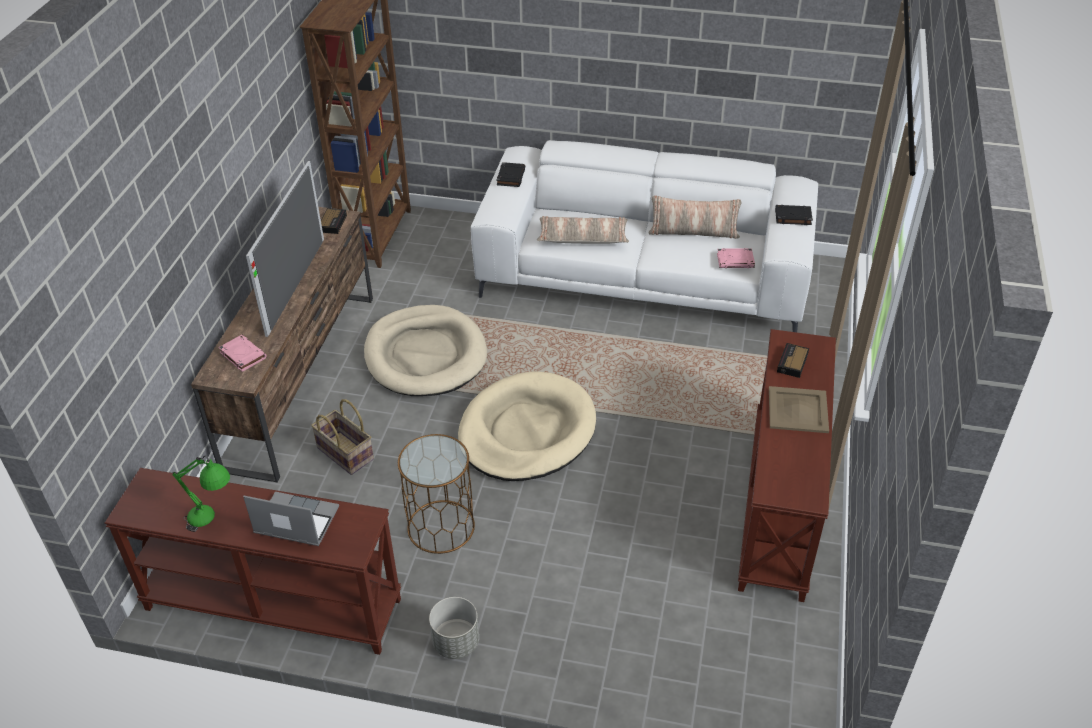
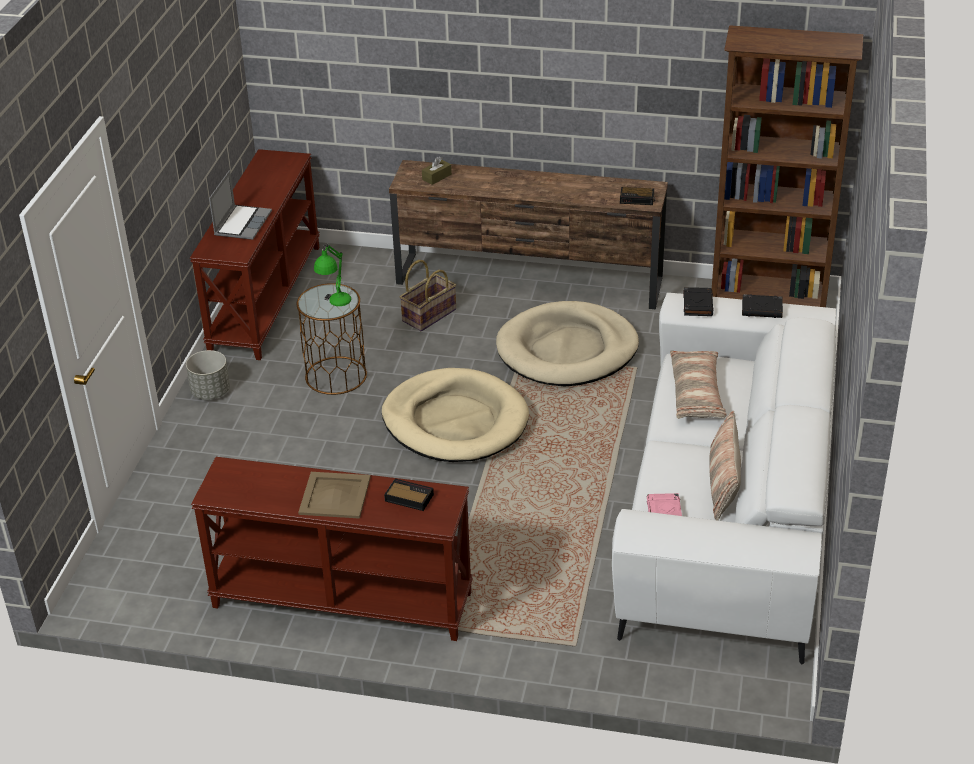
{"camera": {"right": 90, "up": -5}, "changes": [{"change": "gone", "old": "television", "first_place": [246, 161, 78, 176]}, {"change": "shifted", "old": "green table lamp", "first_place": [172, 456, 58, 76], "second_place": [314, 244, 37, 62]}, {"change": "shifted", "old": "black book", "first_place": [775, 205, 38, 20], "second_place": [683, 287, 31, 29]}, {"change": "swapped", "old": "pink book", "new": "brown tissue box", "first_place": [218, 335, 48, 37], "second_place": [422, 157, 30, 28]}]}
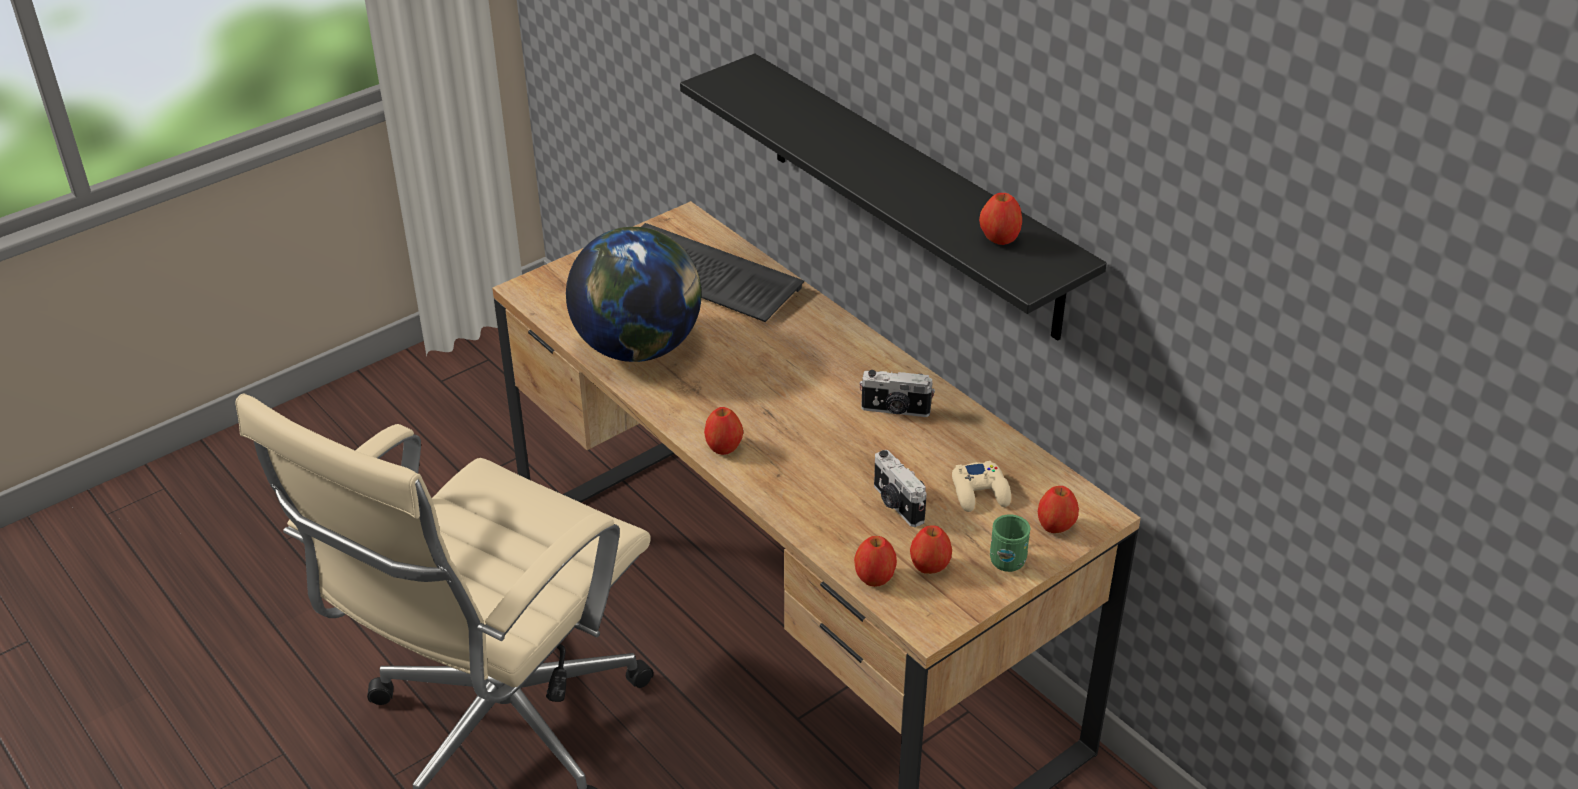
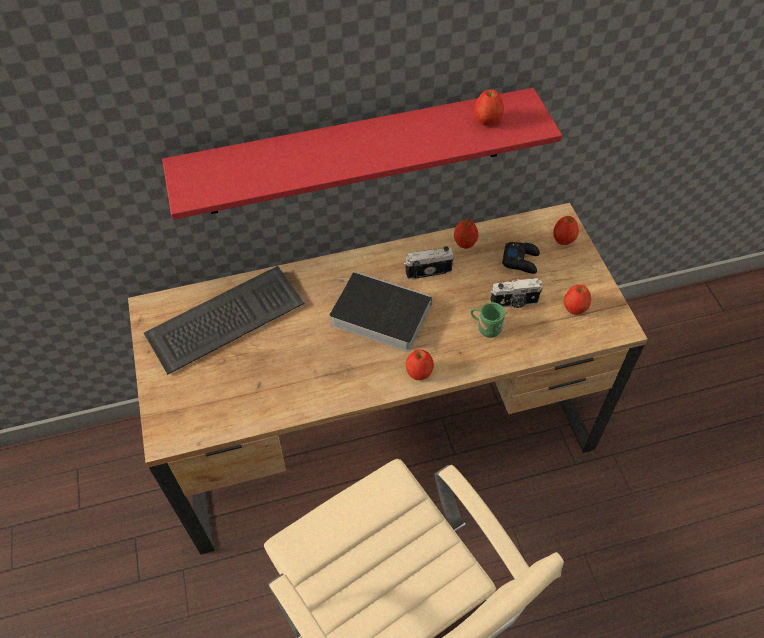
{"camera": {"right": -65, "up": 15}, "changes": [{"change": "gone", "old": "globe", "first_place": [566, 227, 135, 135]}, {"change": "new", "new": "book", "second_place": [330, 271, 102, 81]}, {"change": "shifted", "old": "apple", "first_place": [854, 536, 43, 51], "second_place": [454, 219, 24, 30]}, {"change": "shifted", "old": "green mug", "first_place": [990, 514, 41, 58], "second_place": [471, 302, 37, 36]}, {"change": "repainted", "old": "black shelf", "new": "red shelf", "first_place": [680, 53, 427, 288], "second_place": [162, 88, 400, 132]}, {"change": "repainted", "old": "beige game controller", "new": "black game controller", "first_place": [952, 461, 59, 51], "second_place": [502, 242, 38, 32]}, {"change": "rotated", "old": "photo camera", "first_place": [860, 370, 75, 47], "second_place": [404, 246, 50, 33], "degrees": -135}]}
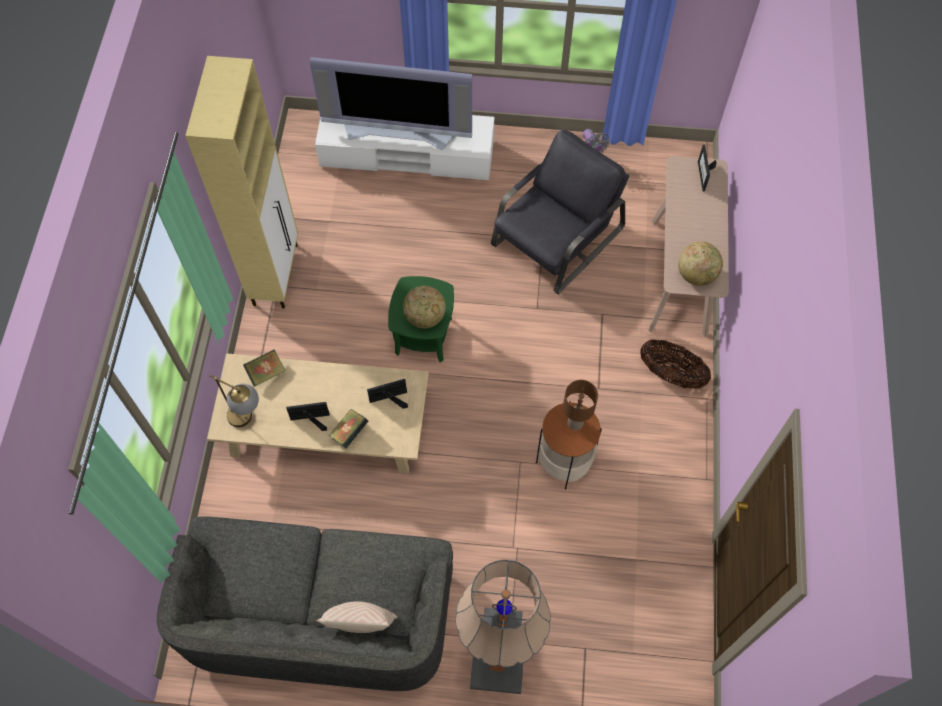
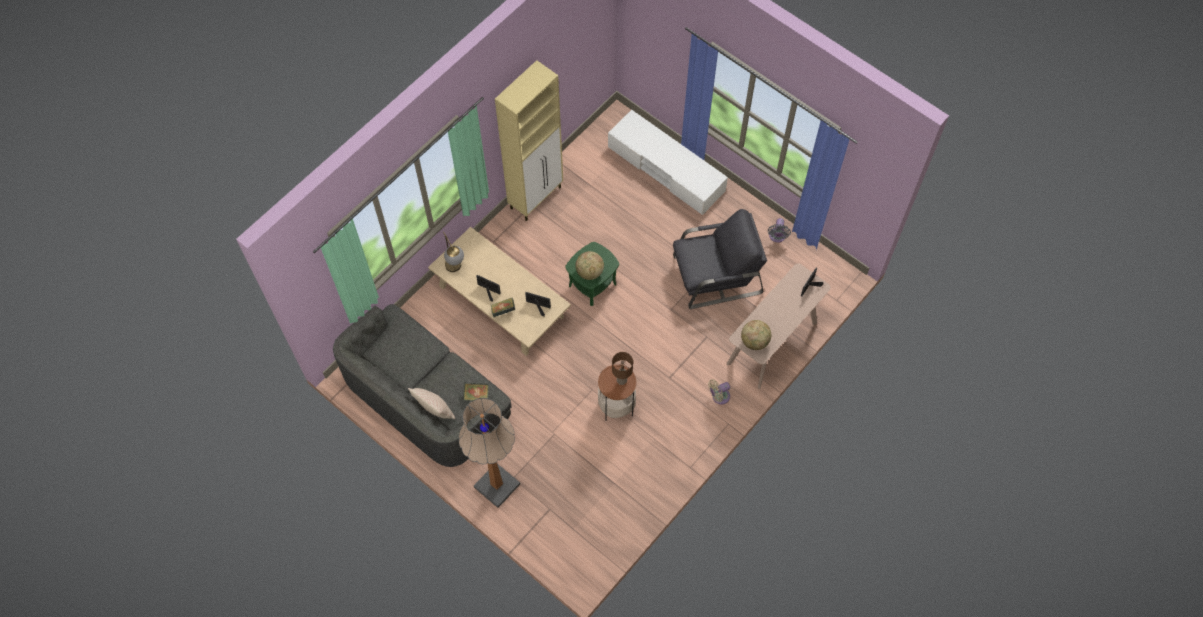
{"camera": {"right": 35, "up": 0}, "changes": [{"change": "gone", "old": "television", "first_place": [310, 57, 162, 93]}, {"change": "shifted", "old": "book", "first_place": [243, 349, 43, 38], "second_place": [463, 383, 26, 18]}, {"change": "swapped", "old": "basket", "new": "beige fan", "first_place": [640, 339, 71, 50], "second_place": [708, 379, 22, 25]}]}
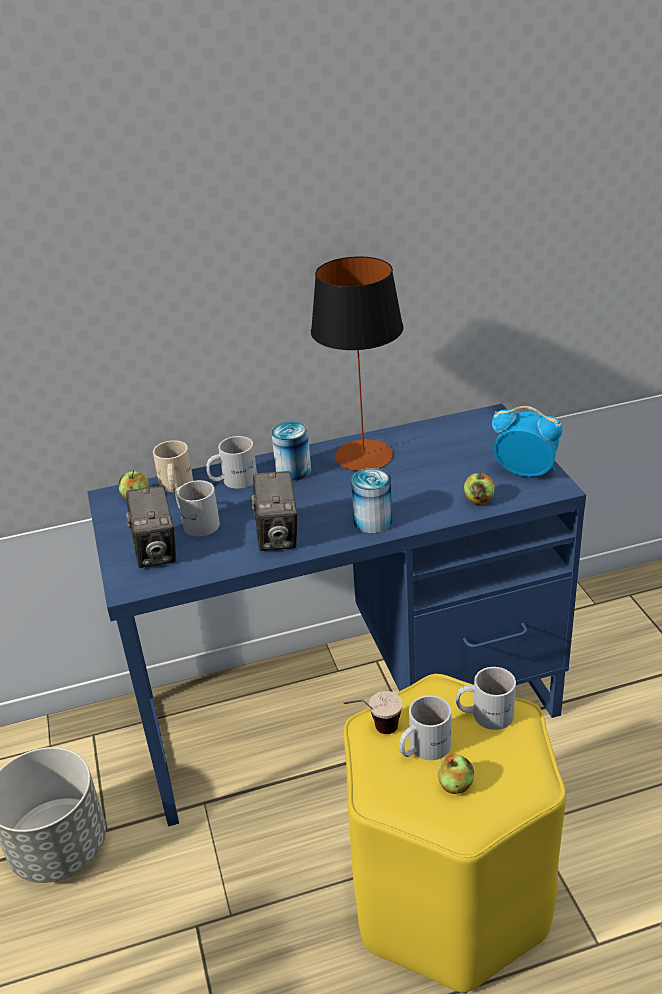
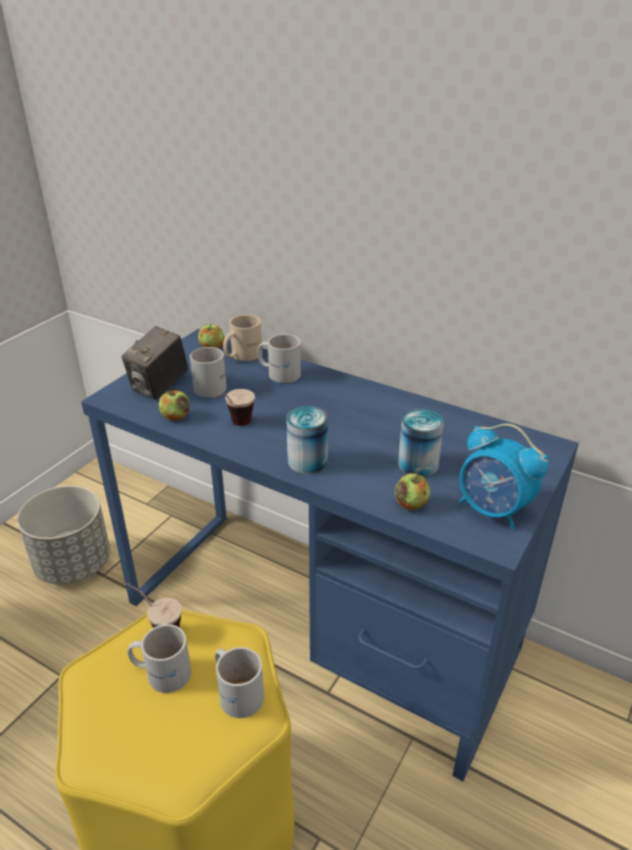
{"camera": {"right": 45, "up": 0}, "changes": [{"change": "gone", "old": "table lamp", "first_place": [311, 257, 93, 214]}, {"change": "shifted", "old": "can", "first_place": [271, 421, 40, 60], "second_place": [398, 409, 46, 68]}, {"change": "shifted", "old": "apple", "first_place": [438, 754, 36, 40], "second_place": [159, 388, 31, 33]}, {"change": "swapped", "old": "photo camera", "new": "cup", "first_place": [252, 471, 45, 80], "second_place": [213, 389, 42, 37]}, {"change": "rotated", "old": "alarm clock", "first_place": [492, 406, 70, 71], "second_place": [459, 424, 90, 106], "degrees": 150}]}
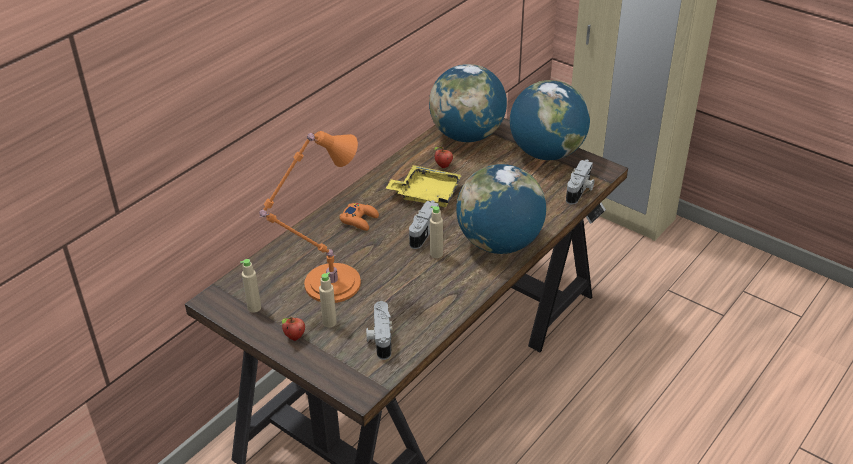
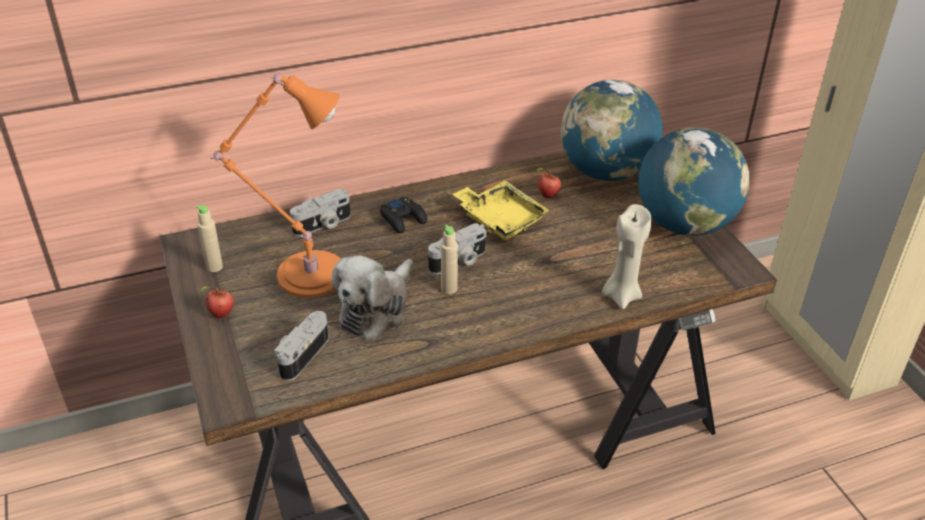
{"camera": {"right": 30, "up": 0}, "changes": [{"change": "gone", "old": "beige bottle", "first_place": [319, 272, 18, 56]}, {"change": "gone", "old": "globe", "first_place": [456, 164, 90, 90]}, {"change": "new", "new": "plush toy", "second_place": [332, 256, 81, 85]}, {"change": "new", "new": "beige candle", "second_place": [602, 204, 50, 105]}, {"change": "shifted", "old": "photo camera", "first_place": [566, 159, 28, 46], "second_place": [290, 189, 61, 47]}, {"change": "repainted", "old": "orange game controller", "new": "black game controller", "first_place": [340, 203, 39, 28], "second_place": [380, 197, 47, 36]}]}
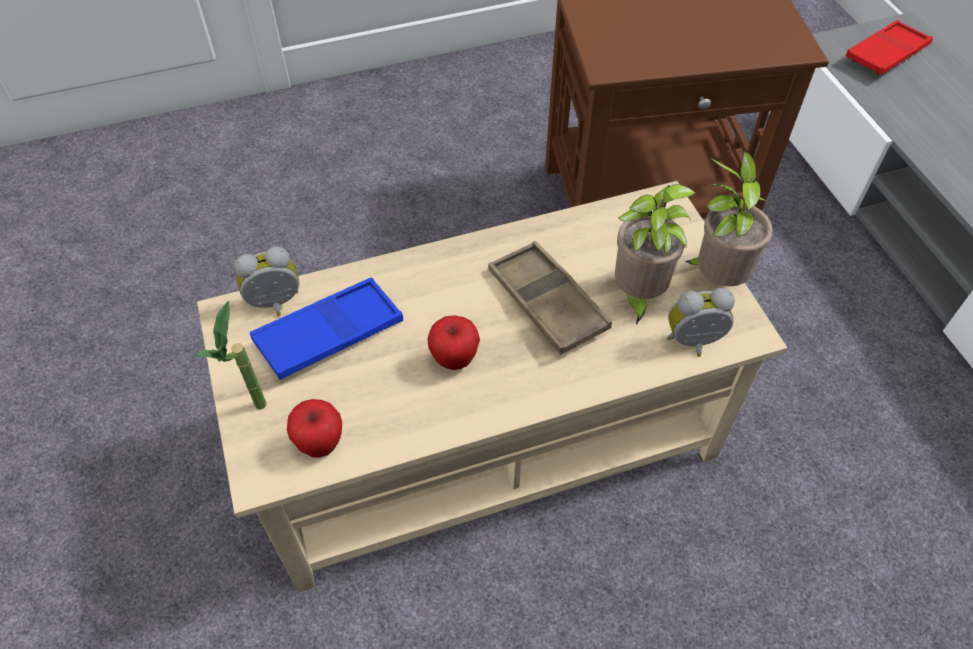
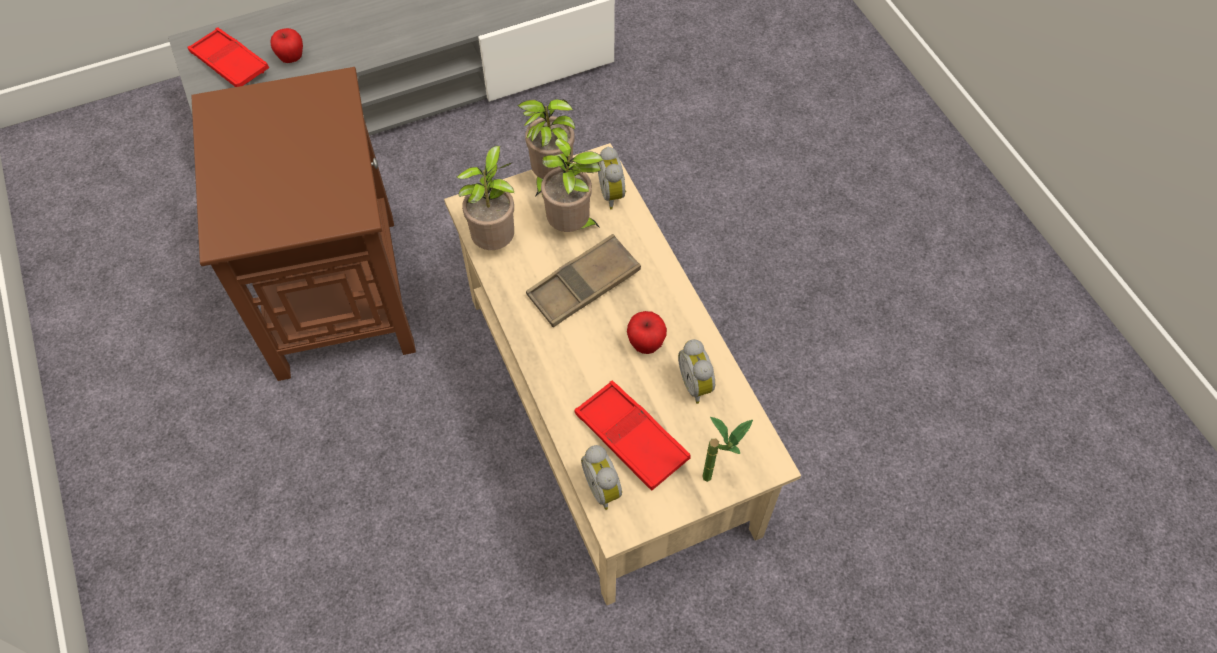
{"camera": {"right": -95, "up": 5}, "changes": [{"change": "new", "new": "potted plant", "second_place": [457, 146, 58, 104]}, {"change": "new", "new": "alarm clock", "second_place": [678, 339, 37, 65]}, {"change": "shifted", "old": "apple", "first_place": [287, 399, 55, 59], "second_place": [270, 28, 33, 35]}, {"change": "repainted", "old": "blue tray", "new": "red tray", "first_place": [250, 278, 153, 102], "second_place": [574, 381, 117, 110]}]}
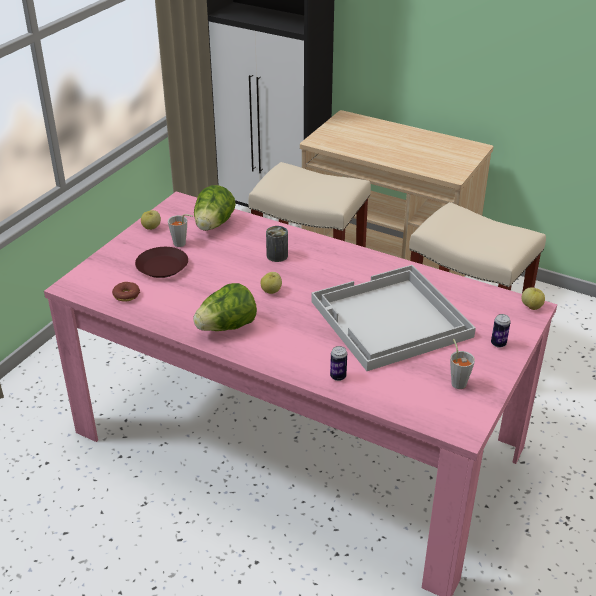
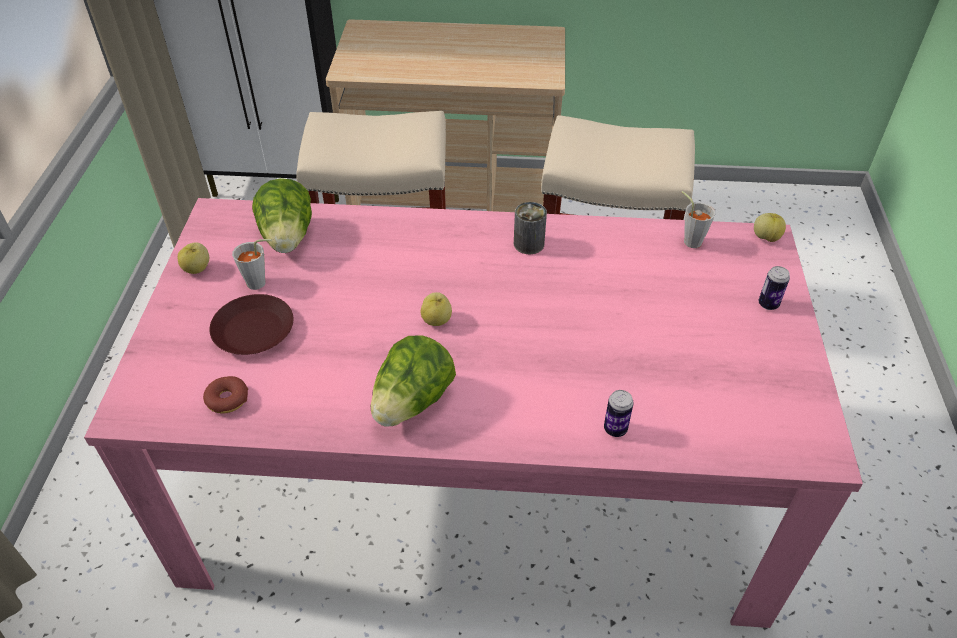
{"camera": {"right": -25, "up": 10}, "changes": [{"change": "gone", "old": "white tray", "first_place": [311, 265, 165, 106]}, {"change": "shifted", "old": "can", "first_place": [266, 226, 22, 36], "second_place": [514, 202, 33, 52]}, {"change": "shifted", "old": "grey cup", "first_place": [450, 339, 25, 50], "second_place": [682, 191, 33, 57]}]}
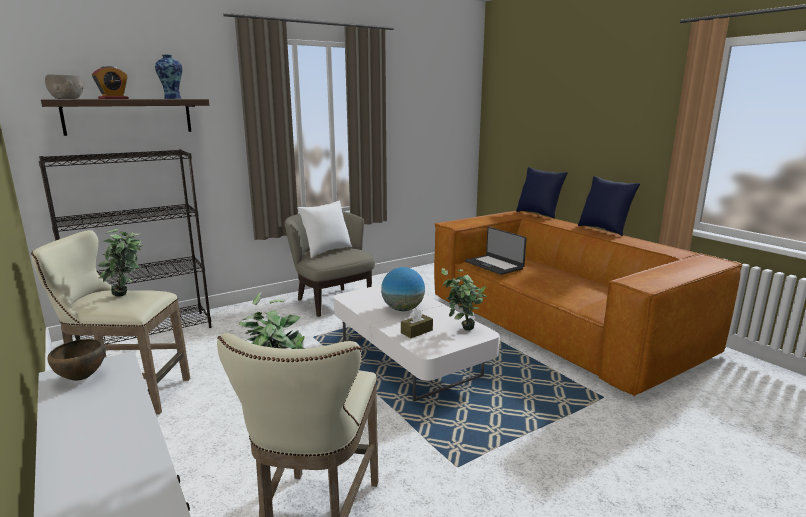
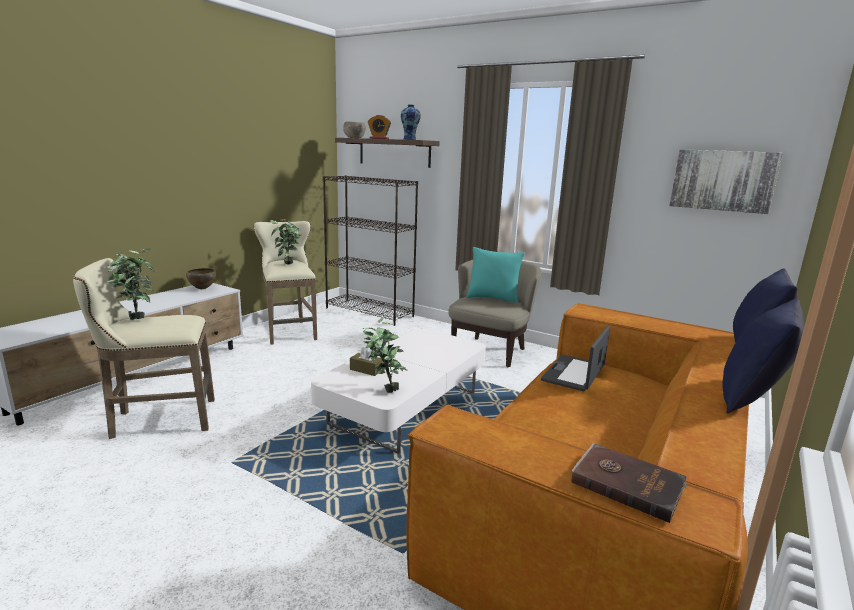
{"camera": {"right": 65, "up": 0}, "changes": [{"change": "gone", "old": "globe", "first_place": [381, 267, 44, 44]}, {"change": "new", "new": "brown book", "second_place": [571, 443, 116, 80]}, {"change": "new", "new": "picture", "second_place": [669, 149, 114, 65]}, {"change": "repainted", "old": "white pillow", "new": "turquoise pillow", "first_place": [297, 201, 55, 57], "second_place": [466, 247, 59, 57]}]}
